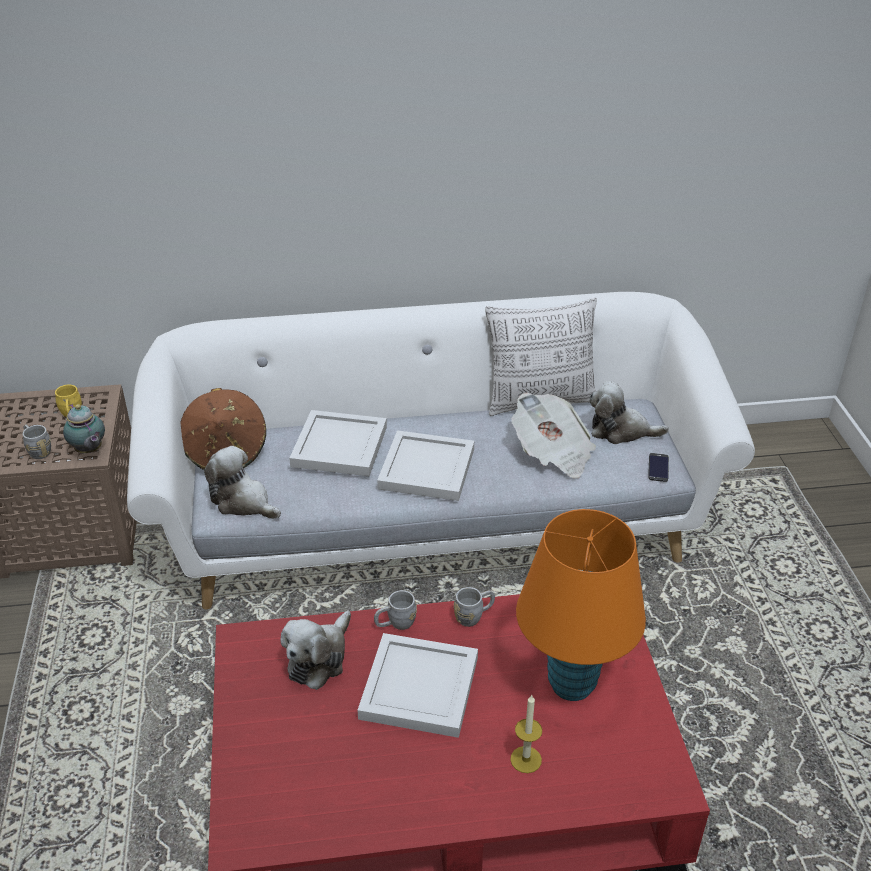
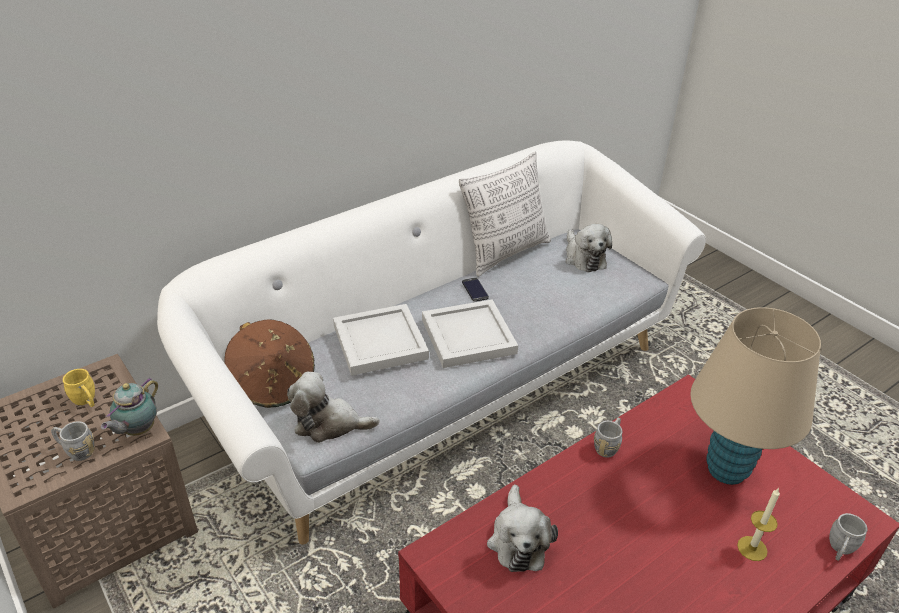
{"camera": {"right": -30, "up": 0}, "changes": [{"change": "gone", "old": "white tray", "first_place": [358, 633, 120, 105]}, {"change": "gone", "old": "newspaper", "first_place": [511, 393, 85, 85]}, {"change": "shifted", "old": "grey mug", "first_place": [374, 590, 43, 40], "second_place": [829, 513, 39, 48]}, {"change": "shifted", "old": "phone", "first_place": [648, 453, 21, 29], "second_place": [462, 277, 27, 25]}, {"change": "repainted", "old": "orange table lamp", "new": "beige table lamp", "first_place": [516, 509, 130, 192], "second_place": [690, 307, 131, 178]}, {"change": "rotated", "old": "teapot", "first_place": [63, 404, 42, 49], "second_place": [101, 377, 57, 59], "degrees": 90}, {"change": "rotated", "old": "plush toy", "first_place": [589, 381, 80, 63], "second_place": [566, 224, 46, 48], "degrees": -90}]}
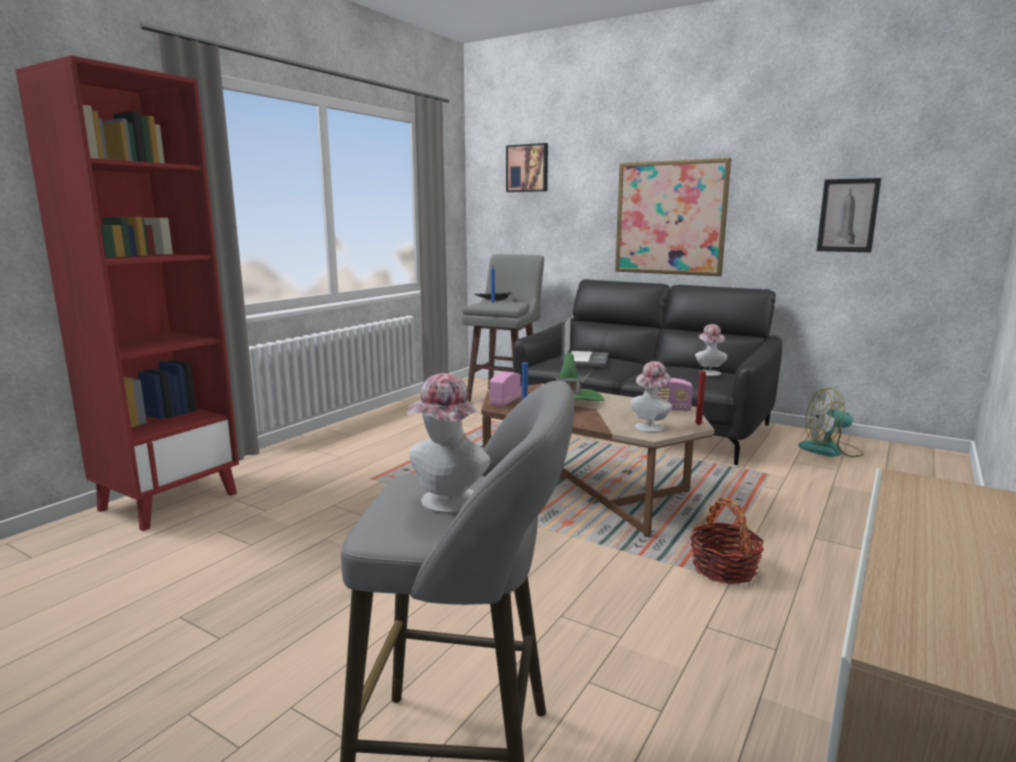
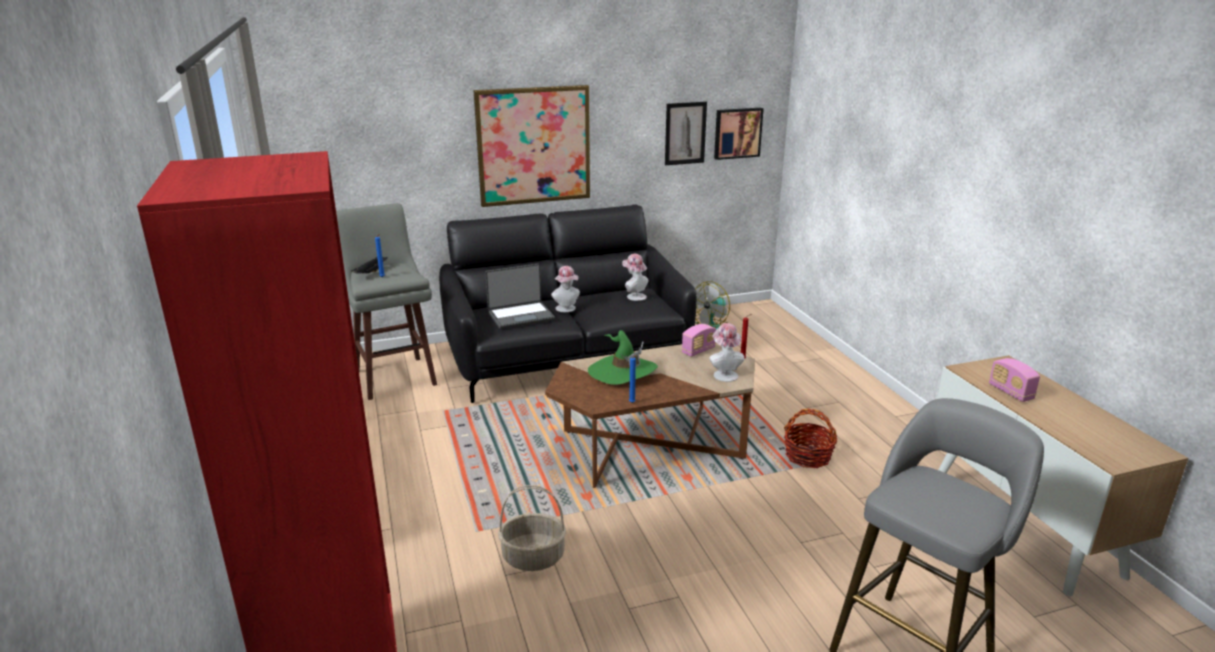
{"camera": {"right": -50, "up": 10}, "changes": [{"change": "new", "new": "basket", "second_place": [498, 485, 68, 86]}, {"change": "shifted", "old": "hat", "first_place": [407, 373, 83, 141], "second_place": [551, 266, 29, 46]}, {"change": "shifted", "old": "radio", "first_place": [489, 372, 32, 34], "second_place": [989, 358, 51, 44]}, {"change": "shifted", "old": "picture", "first_place": [506, 143, 42, 49], "second_place": [714, 108, 50, 52]}, {"change": "rotated", "old": "laptop", "first_place": [562, 313, 47, 54], "second_place": [485, 264, 70, 65], "degrees": 105}]}
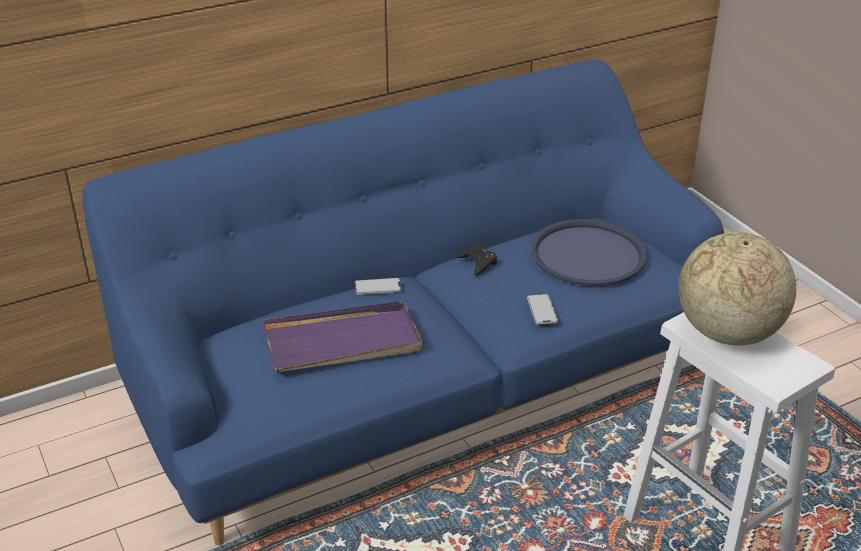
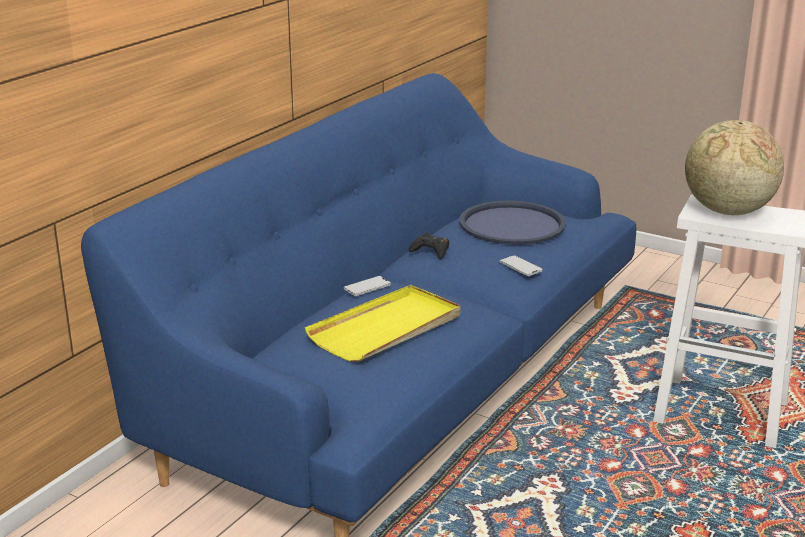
{"camera": {"right": -30, "up": -10}, "changes": [{"change": "repainted", "old": "purple tray", "new": "yellow tray", "first_place": [263, 301, 159, 71], "second_place": [305, 285, 155, 77]}]}
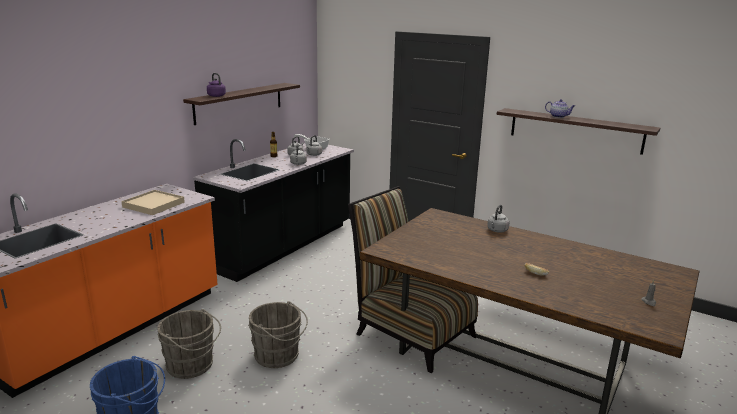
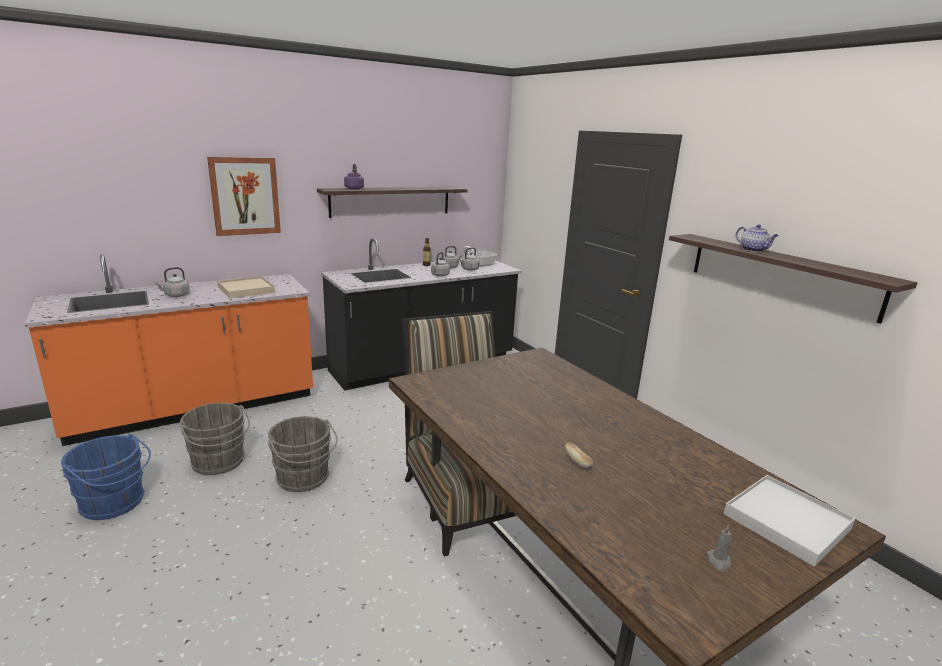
{"camera": {"right": 25, "up": 0}, "changes": [{"change": "new", "new": "picture", "second_place": [207, 157, 74, 79]}, {"change": "new", "new": "white tray", "second_place": [724, 475, 132, 92]}, {"change": "shifted", "old": "grey kettle", "first_place": [487, 205, 23, 27], "second_place": [154, 267, 36, 30]}]}
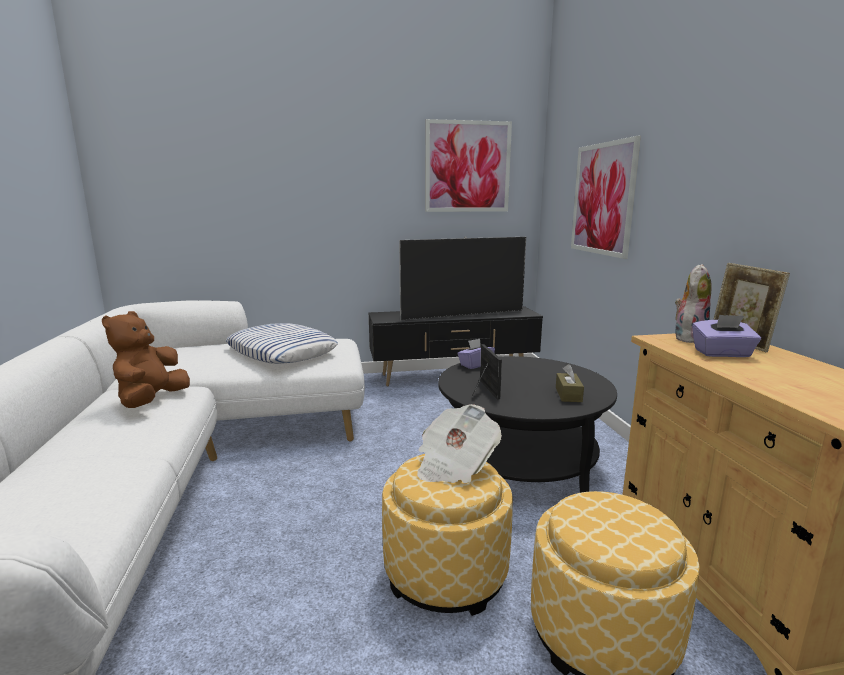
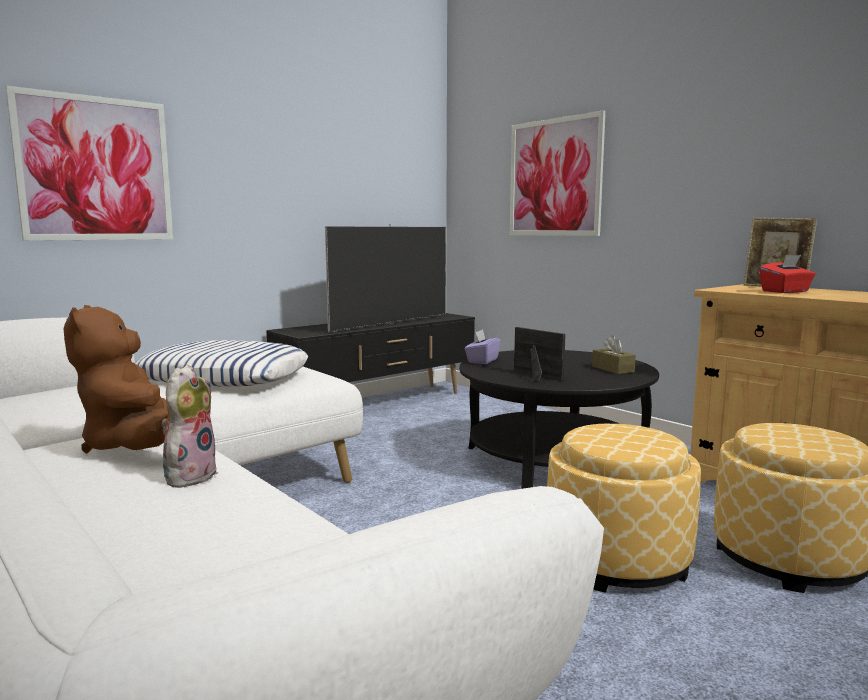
{"camera": {"right": -30, "up": -5}, "changes": [{"change": "gone", "old": "newspaper", "first_place": [417, 404, 85, 79]}, {"change": "shifted", "old": "picture", "first_place": [425, 119, 87, 93], "second_place": [6, 86, 167, 155]}, {"change": "shifted", "old": "plush toy", "first_place": [675, 264, 37, 79], "second_place": [161, 365, 57, 123]}, {"change": "repainted", "old": "purple tissue box", "new": "red tissue box", "first_place": [692, 315, 69, 42], "second_place": [759, 255, 56, 38]}]}
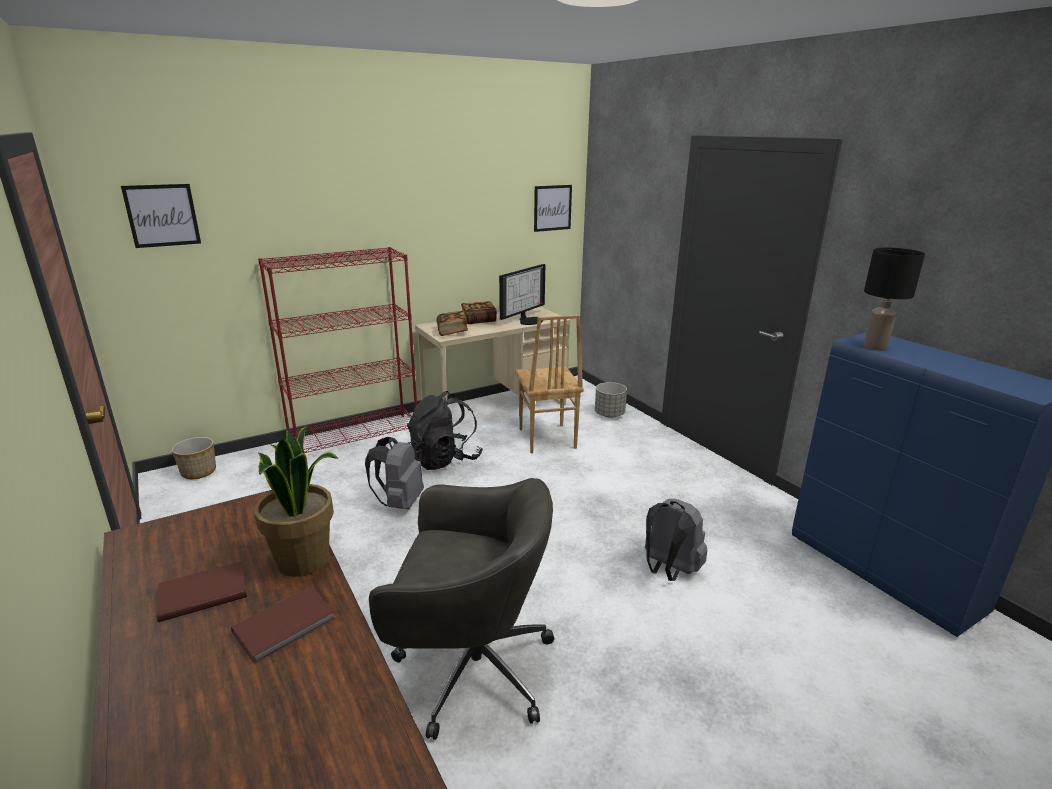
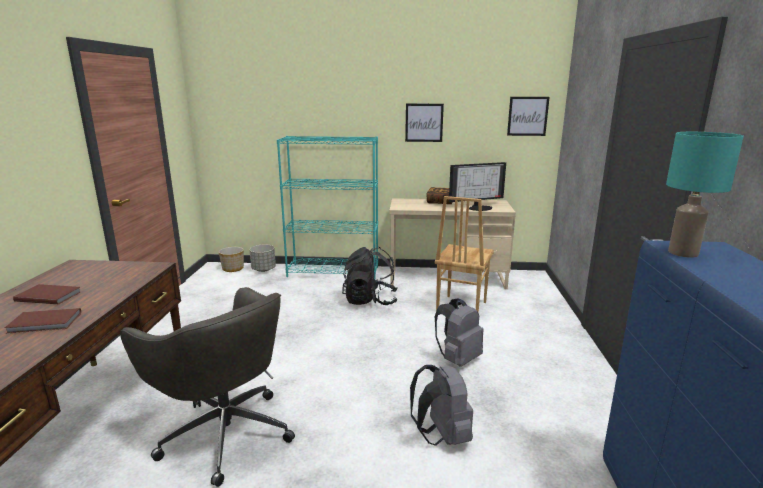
{"camera": {"right": 35, "up": -5}, "changes": [{"change": "gone", "old": "potted plant", "first_place": [254, 425, 84, 152]}, {"change": "gone", "old": "book", "first_place": [437, 311, 31, 25]}, {"change": "shifted", "old": "picture", "first_place": [121, 184, 80, 64], "second_place": [405, 104, 39, 38]}, {"change": "shifted", "old": "grey backpack", "first_place": [365, 437, 59, 73], "second_place": [435, 298, 48, 69]}, {"change": "shifted", "old": "grey planter", "first_place": [595, 382, 32, 36], "second_place": [250, 245, 26, 27]}, {"change": "repainted", "old": "red bookcase", "new": "turquoise bookcase", "first_place": [258, 247, 159, 206], "second_place": [277, 136, 101, 143]}, {"change": "repainted", "old": "black table lamp", "new": "turquoise table lamp", "first_place": [863, 247, 62, 104], "second_place": [666, 132, 78, 126]}]}
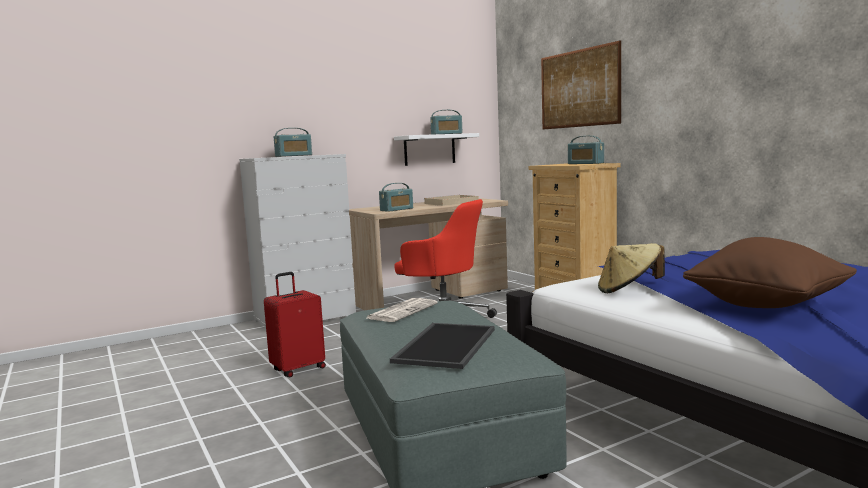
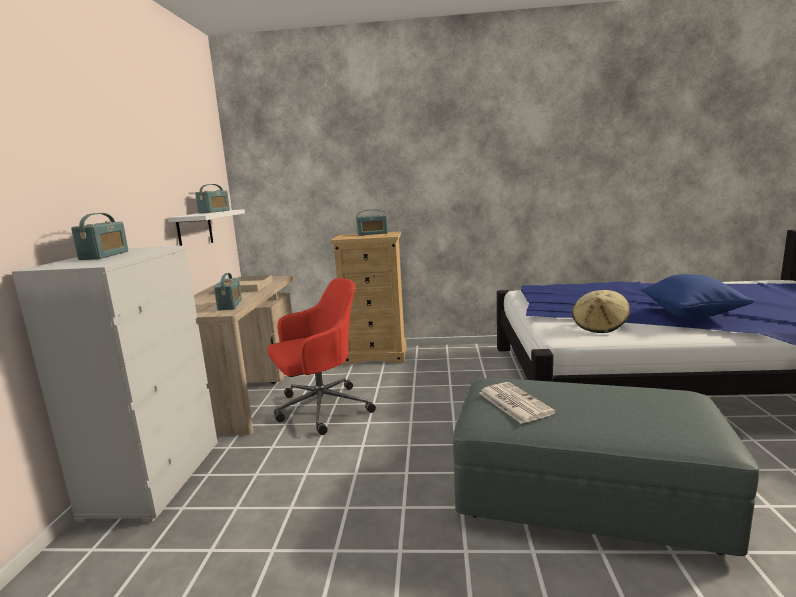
{"camera": {"right": -55, "up": 5}, "changes": [{"change": "gone", "old": "red suitcase", "first_place": [264, 272, 62, 105]}, {"change": "gone", "old": "tray", "first_place": [390, 323, 105, 46]}, {"change": "gone", "old": "picture", "first_place": [541, 40, 80, 90]}, {"change": "repainted", "old": "brown pillow", "new": "blue pillow", "first_place": [683, 237, 174, 71], "second_place": [641, 274, 113, 45]}]}
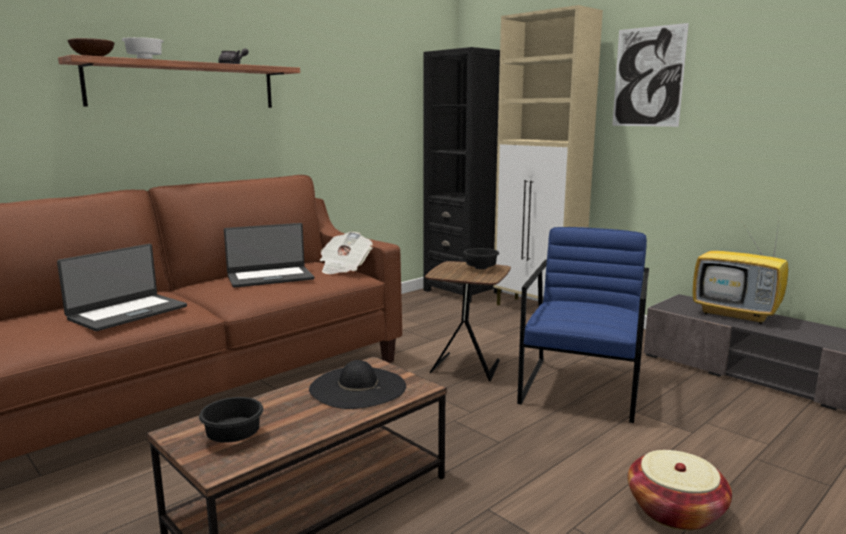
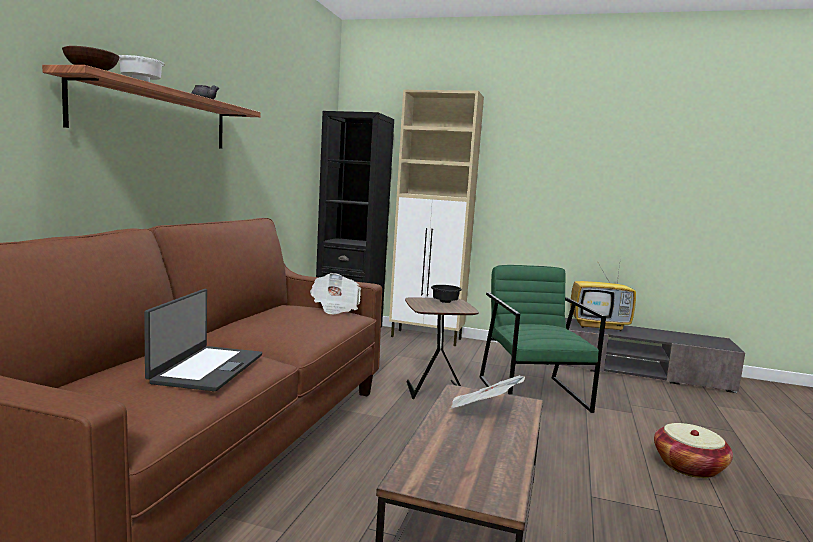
{"camera": {"right": -30, "up": -5}, "changes": [{"change": "gone", "old": "black bowl", "first_place": [199, 397, 64, 46]}, {"change": "gone", "old": "laptop", "first_place": [224, 223, 90, 65]}, {"change": "gone", "old": "picture", "first_place": [612, 23, 77, 104]}, {"change": "swapped", "old": "black hat", "new": "newspaper", "first_place": [309, 360, 97, 49], "second_place": [450, 375, 75, 34]}, {"change": "repainted", "old": "blue armchair", "new": "green armchair", "first_place": [517, 227, 132, 196], "second_place": [480, 265, 126, 148]}]}
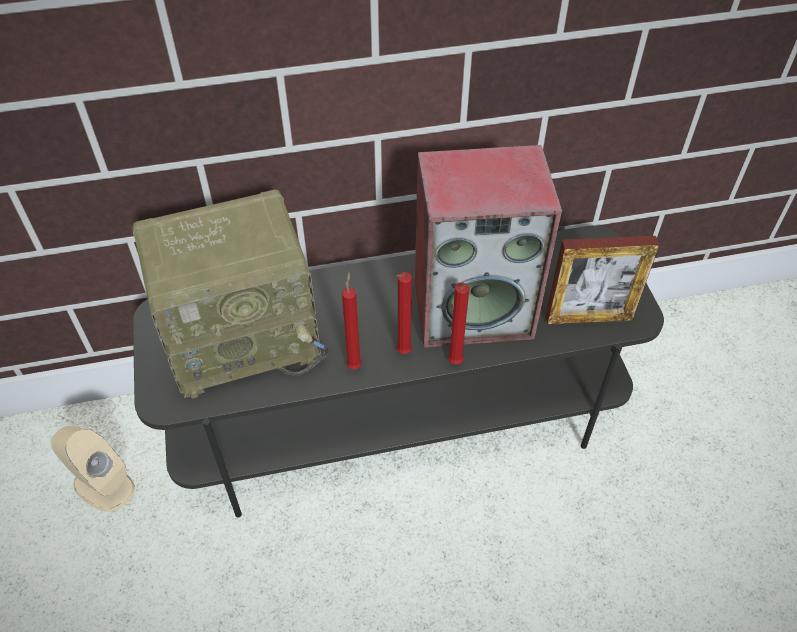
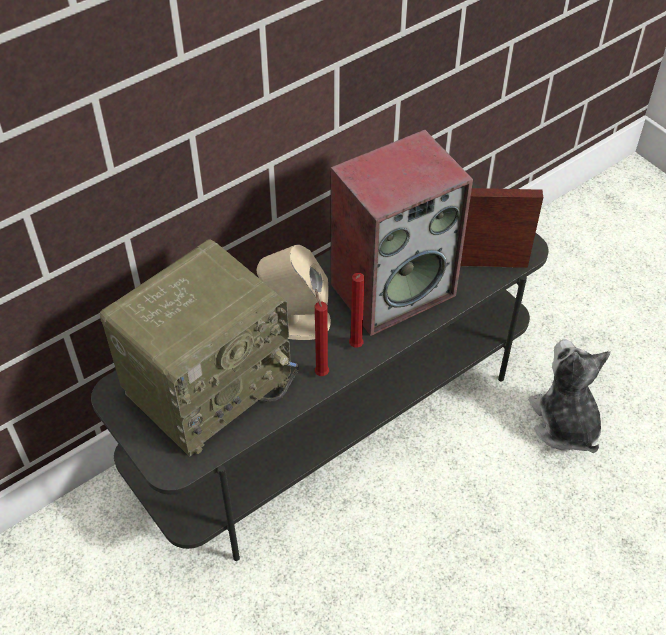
{"camera": {"right": -25, "up": 0}, "changes": [{"change": "gone", "old": "red candle", "first_place": [448, 283, 21, 81]}, {"change": "new", "new": "plush toy", "second_place": [529, 339, 82, 114]}, {"change": "shifted", "old": "beige speaker", "first_place": [51, 426, 84, 86], "second_place": [257, 245, 74, 95]}, {"change": "rotated", "old": "picture frame", "first_place": [545, 236, 114, 89], "second_place": [461, 188, 82, 80], "degrees": -150}]}
